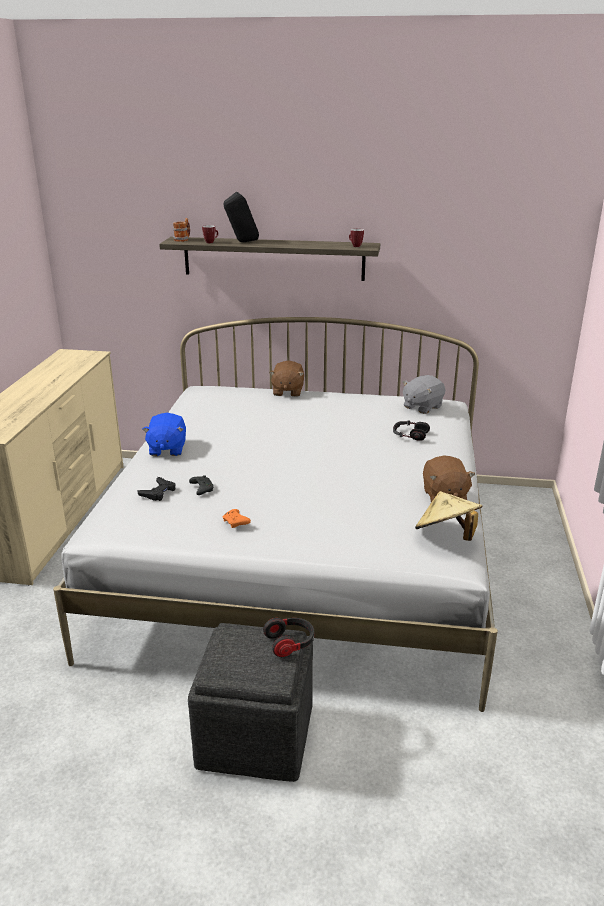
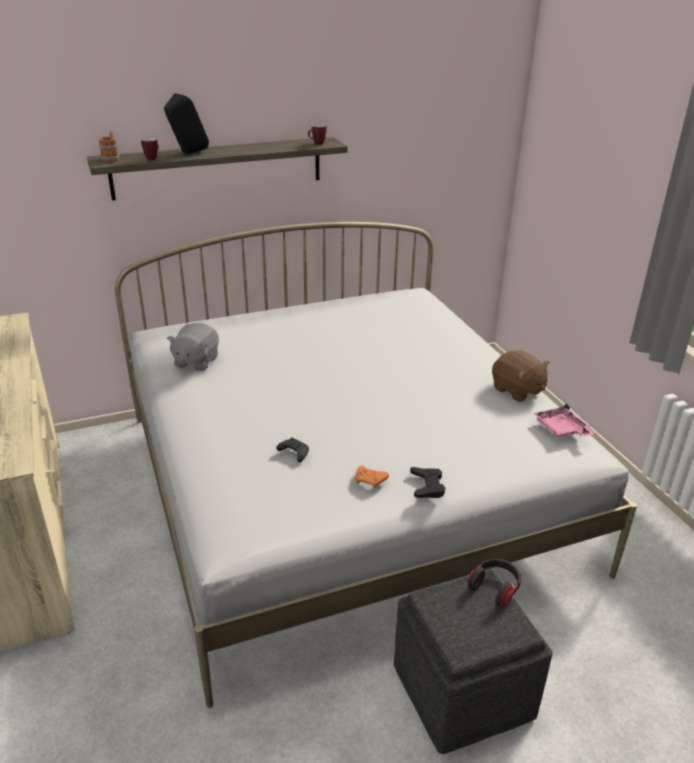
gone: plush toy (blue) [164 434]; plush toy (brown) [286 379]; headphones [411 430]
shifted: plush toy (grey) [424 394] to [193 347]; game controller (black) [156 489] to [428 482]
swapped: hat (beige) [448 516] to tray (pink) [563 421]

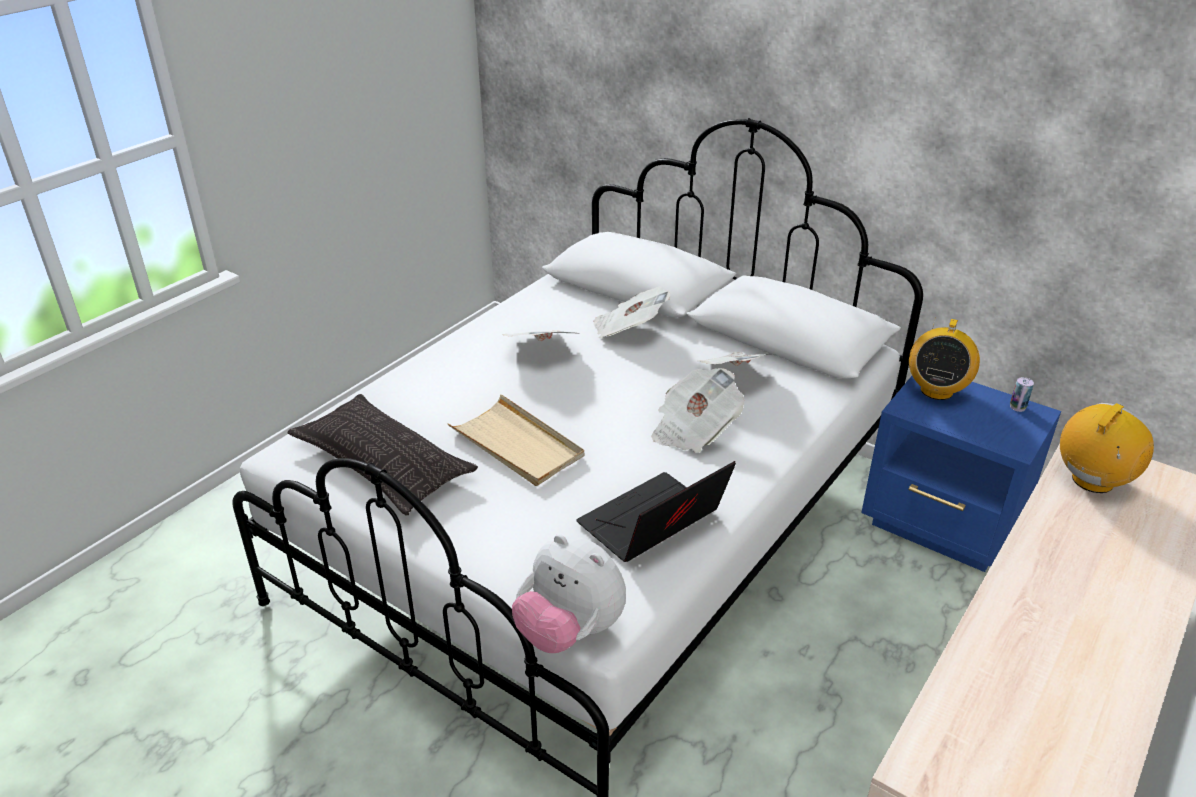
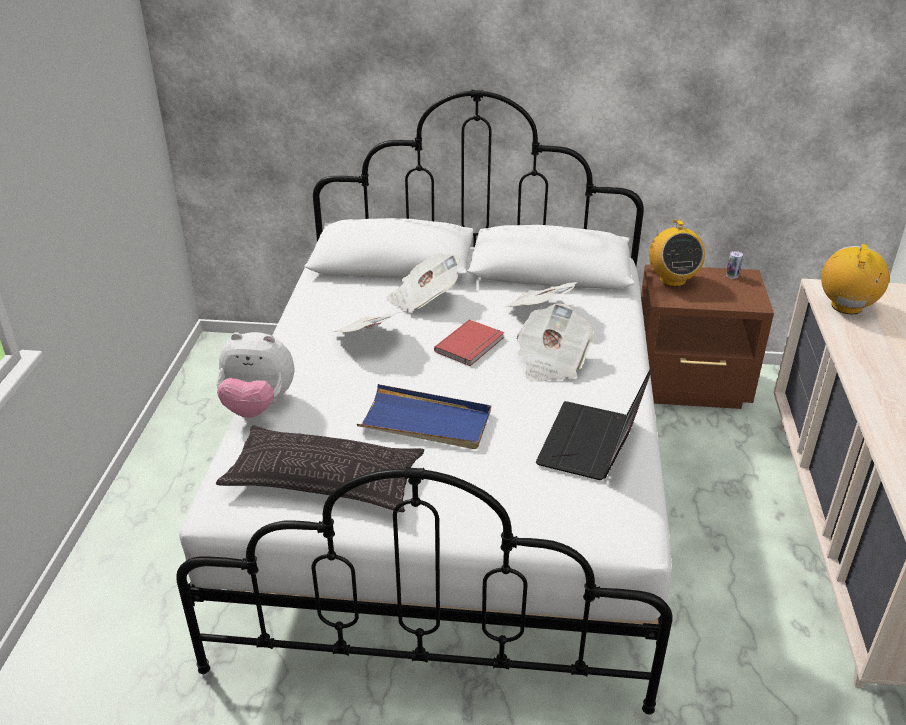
new: book (red) [469 342]
shifted: plush toy [569 593] to [255 375]
repainted: tray (beige) [515 440] to tray (blue) [424 416]; nightstand (blue) [961 474] to nightstand (brown) [707 336]

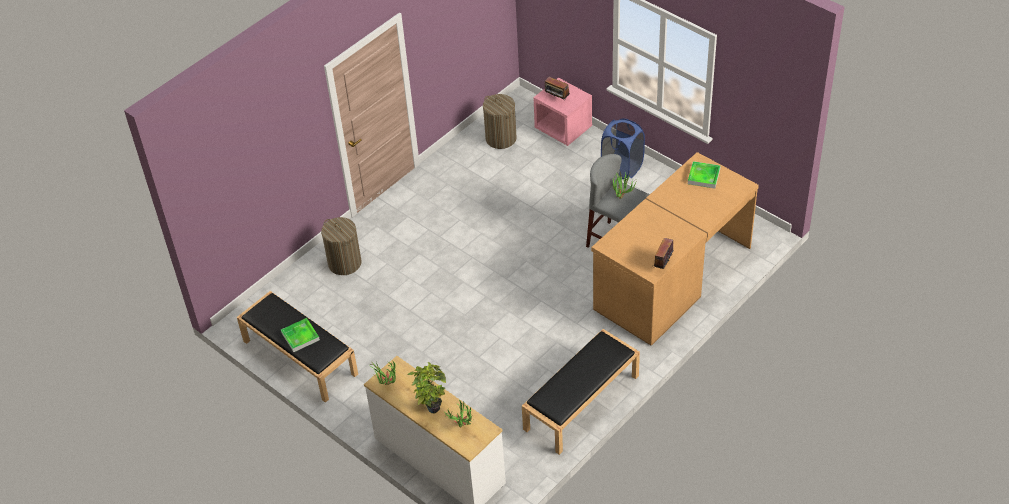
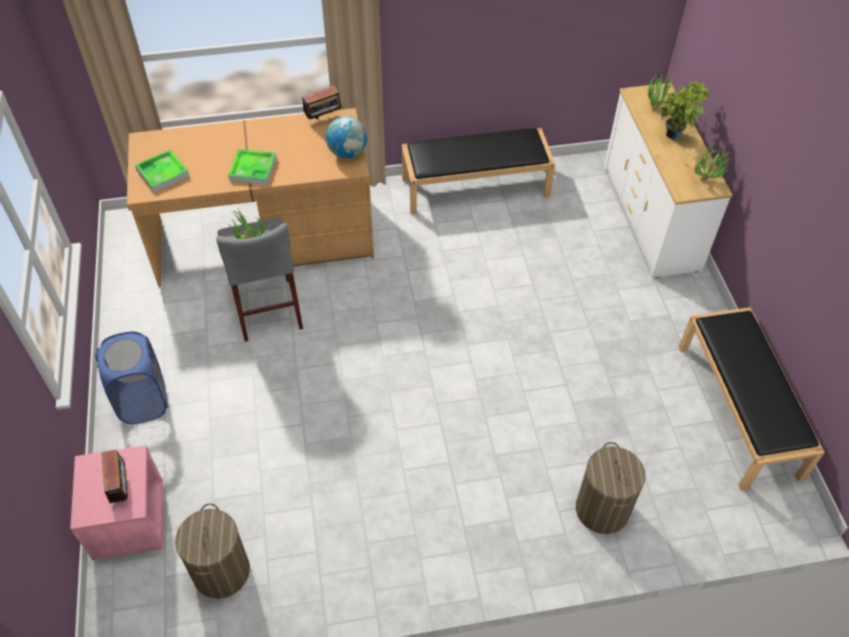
new: globe [346 137]
shifted: tray [300 335] to [252 167]

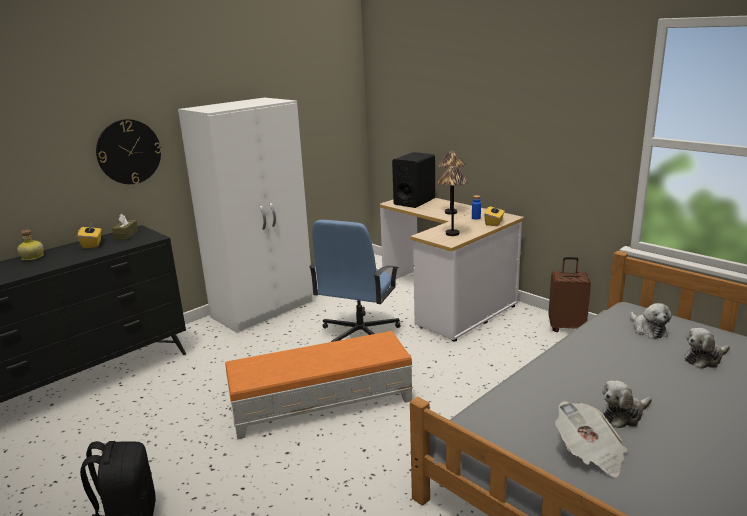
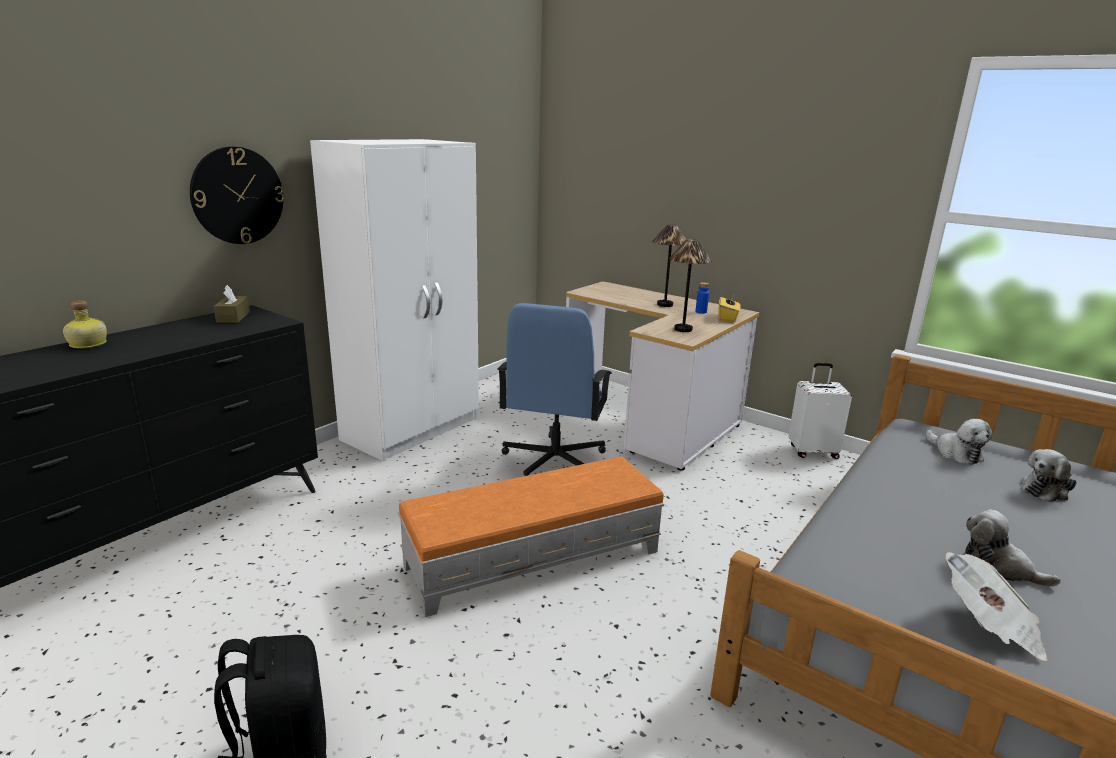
gone: tissue box (yellow) [89 235]; speaker (black) [413 180]
repainted: suitcase (brown) [569 294] to suitcase (white) [820 411]
rotated: plush toy [627 404] = [1012 548] 75 degrees clockwise

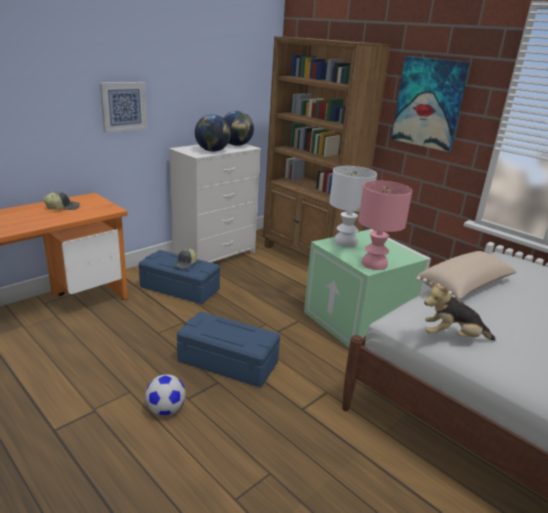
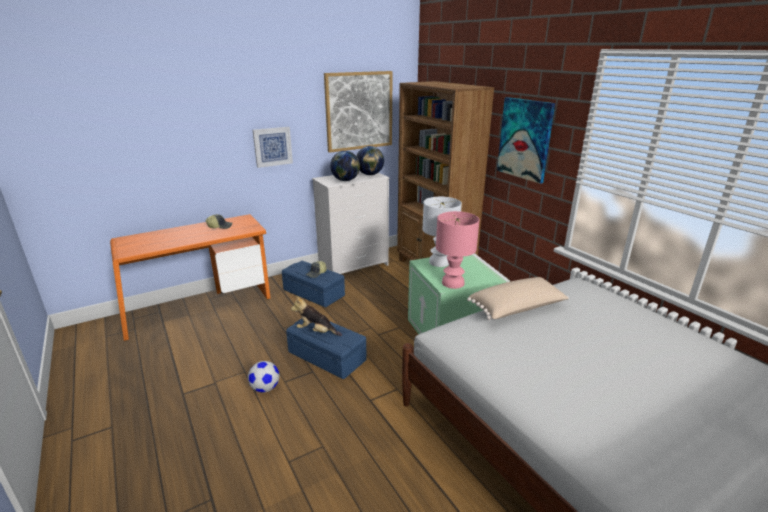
new: picture [358 112]
shifted: plush toy [460 311] to [316 316]

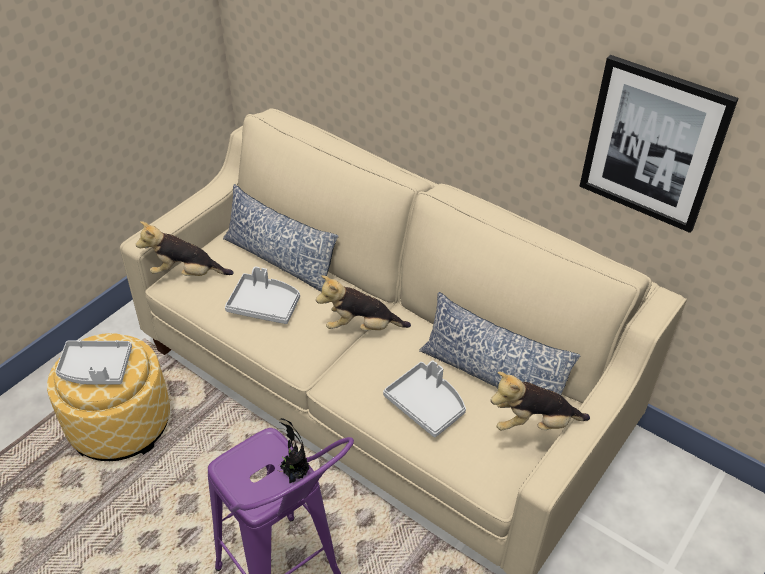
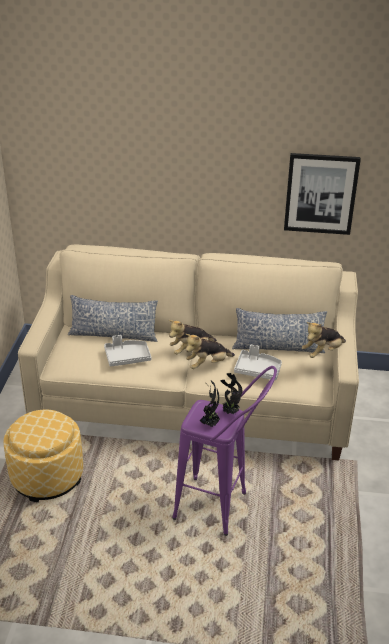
gone: tray (grey) [94 362]
new: potted plant [210 404]
shifted: plush toy [185 248] to [210 351]

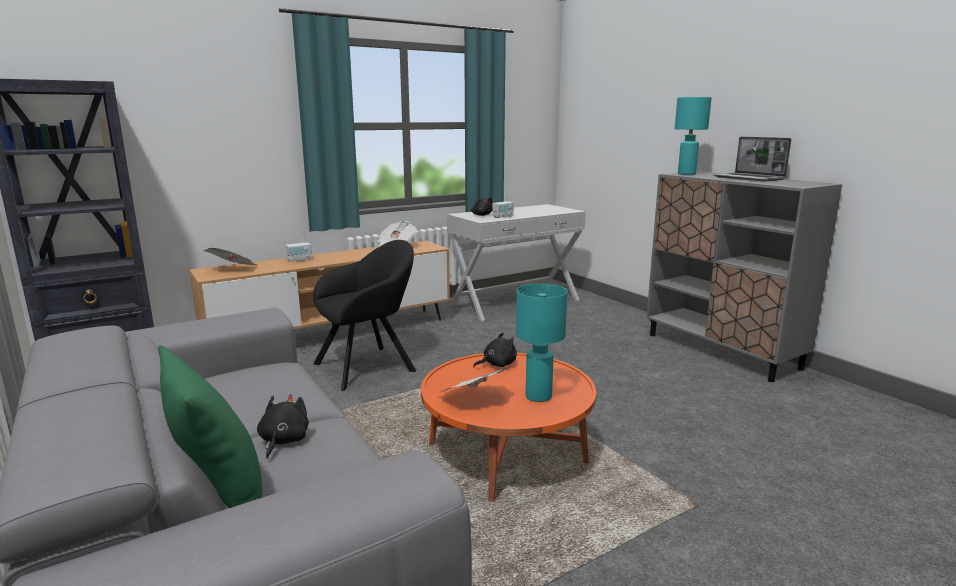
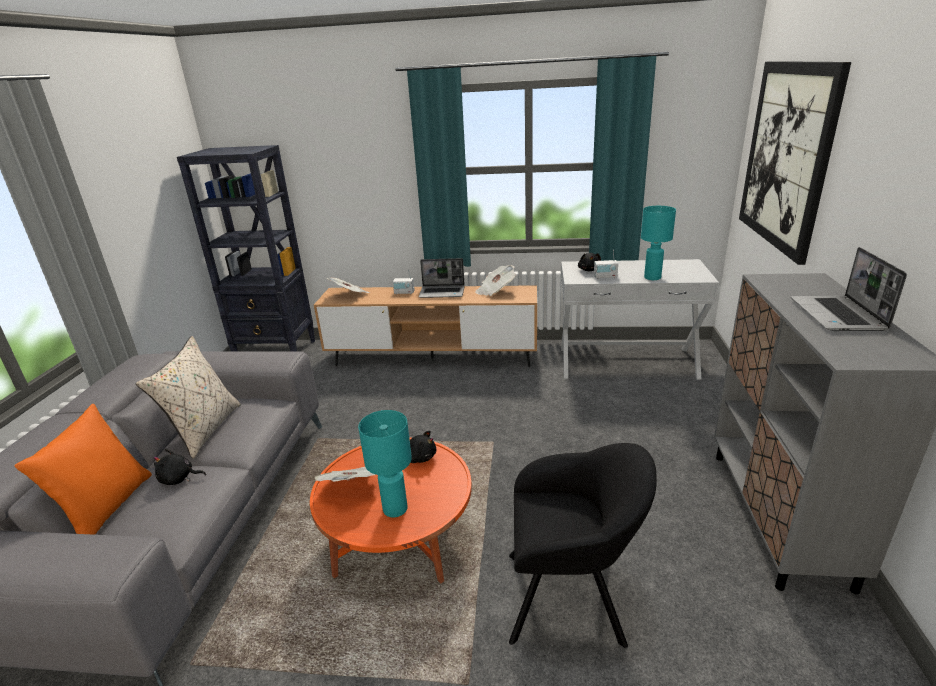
new: pillow (beige) [188 397]; laptop [442 278]; picture [795 163]
shifted: armchair (black) [364 315] to [583 545]; table lamp (turquoise) [693 136] to [658 243]
repainted: pillow (green) [210 426] to pillow (orange) [83 469]
rotated: plush toy (black) [283 426] = [180 467] 135 degrees counterclockwise

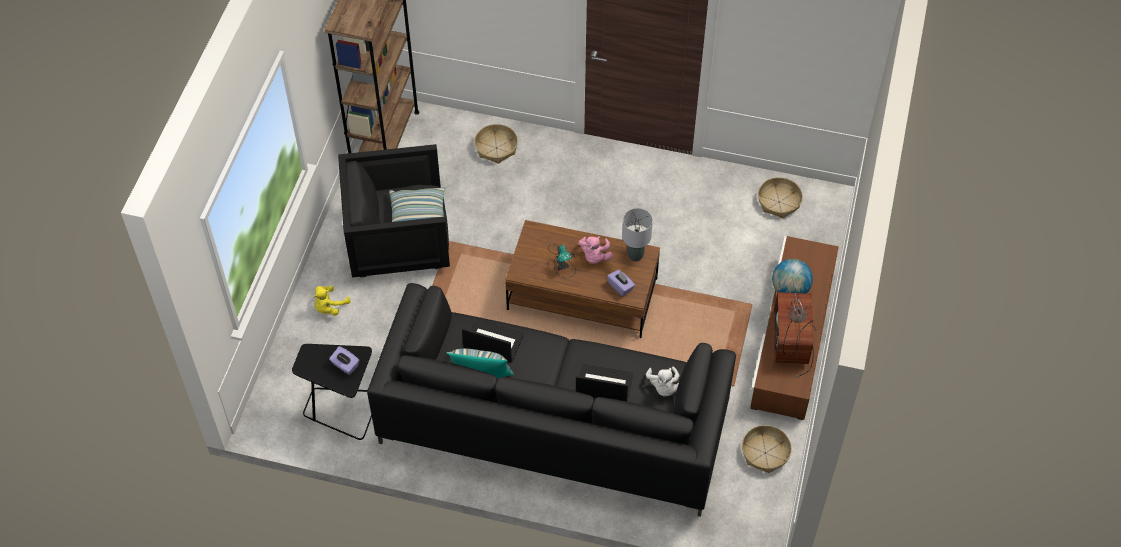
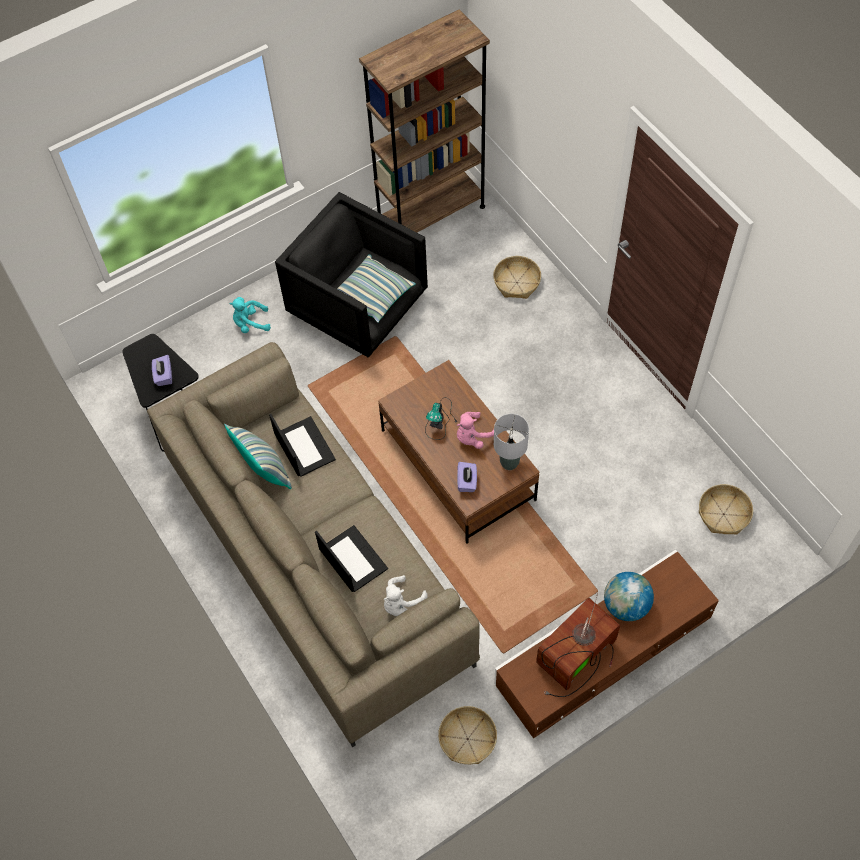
repainted: sofa (black) [551 400] to sofa (beige) [313 544]; plush toy (yellow) [332 301] to plush toy (turquoise) [250 315]

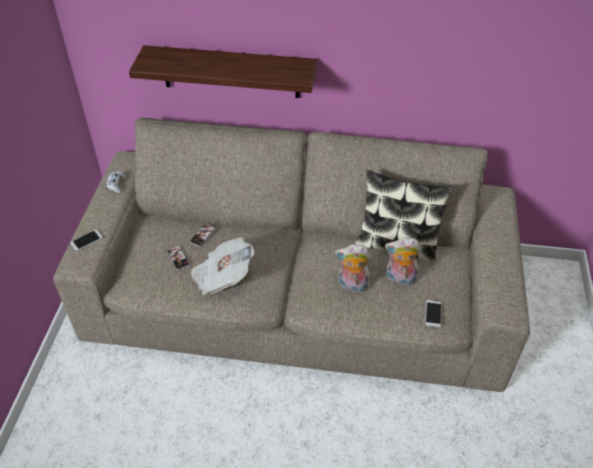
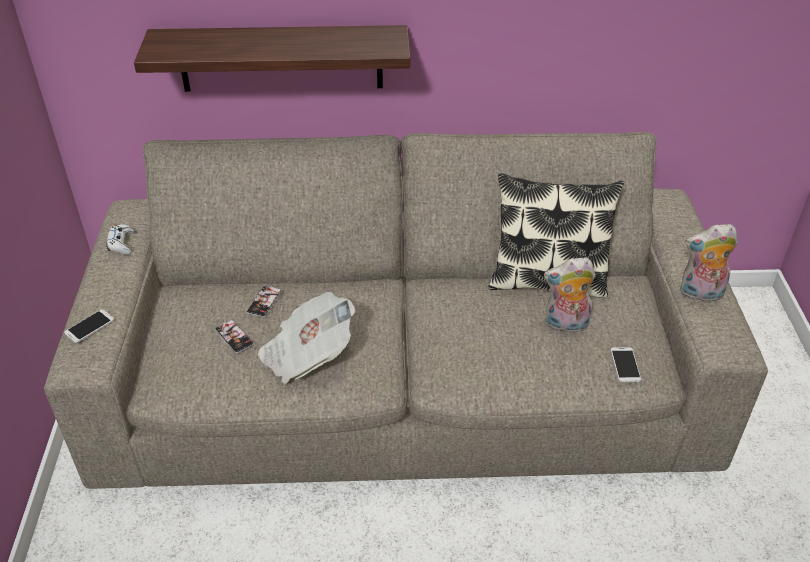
shifted: plush toy [353 268] to [709 262]

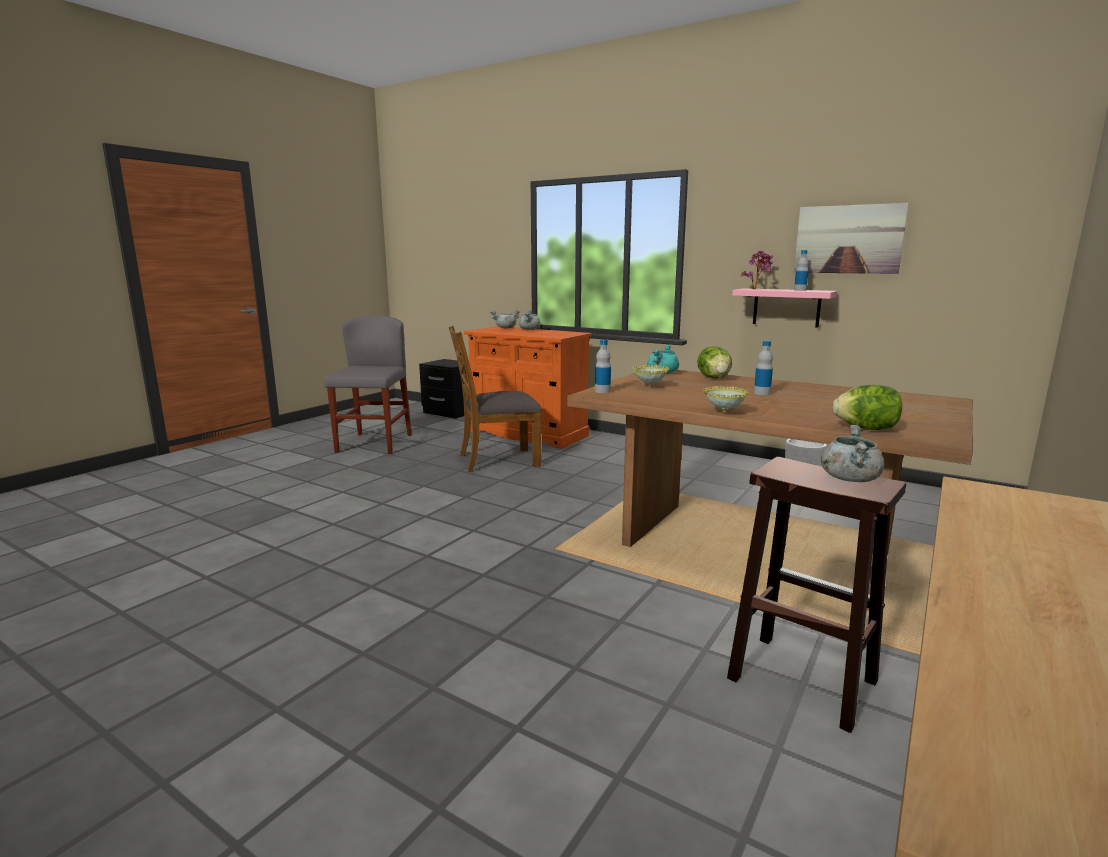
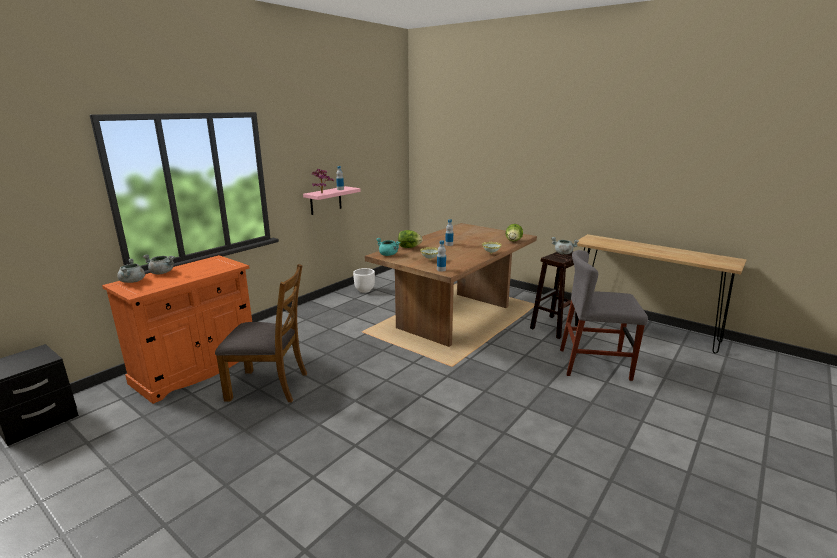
gone: picture [851 238]
shifted: chair (grey) [368 385] to [604 315]
rotated: chair (brown) [495 399] = [261 333] 75 degrees counterclockwise

